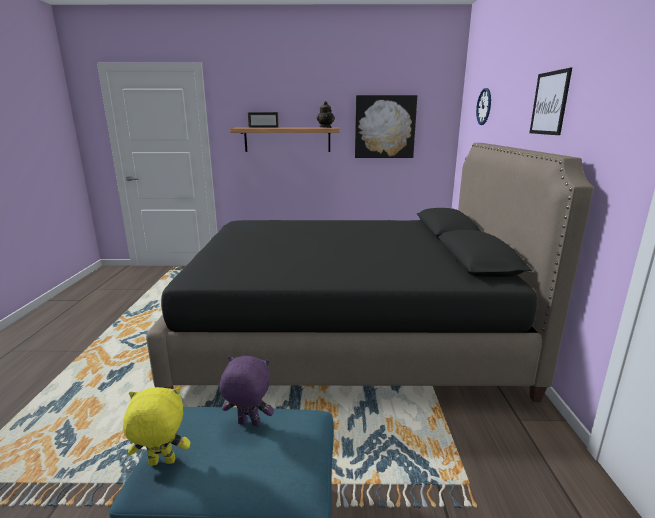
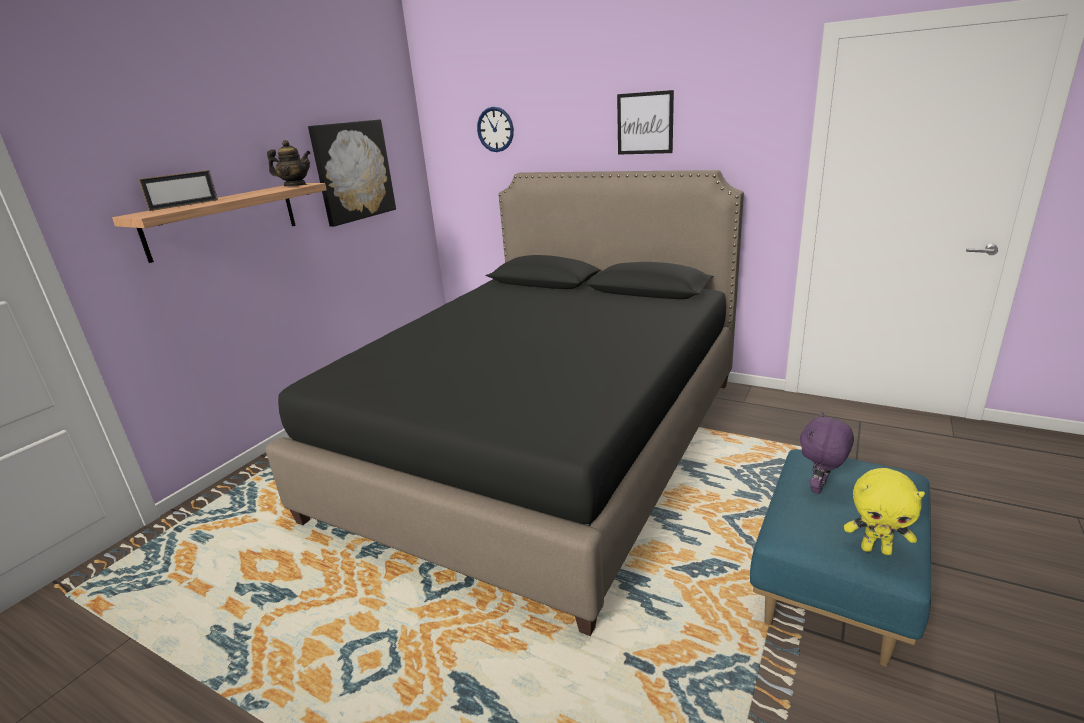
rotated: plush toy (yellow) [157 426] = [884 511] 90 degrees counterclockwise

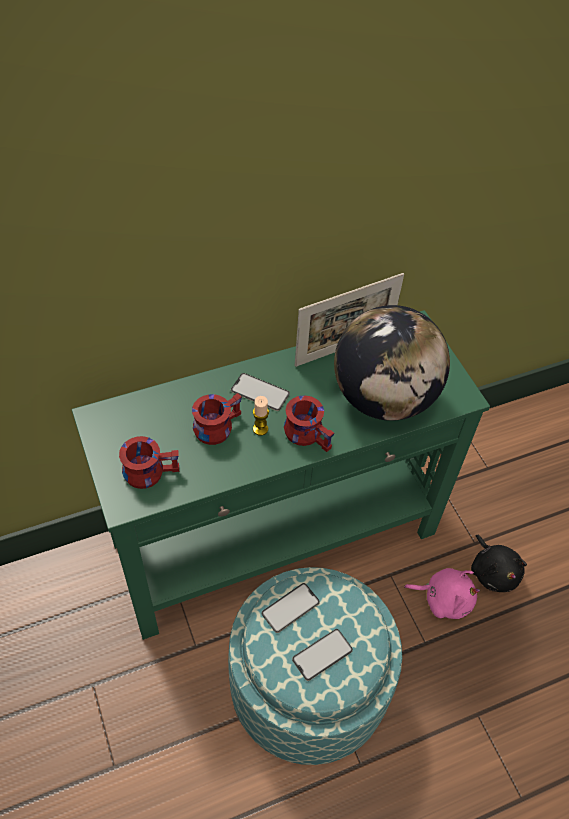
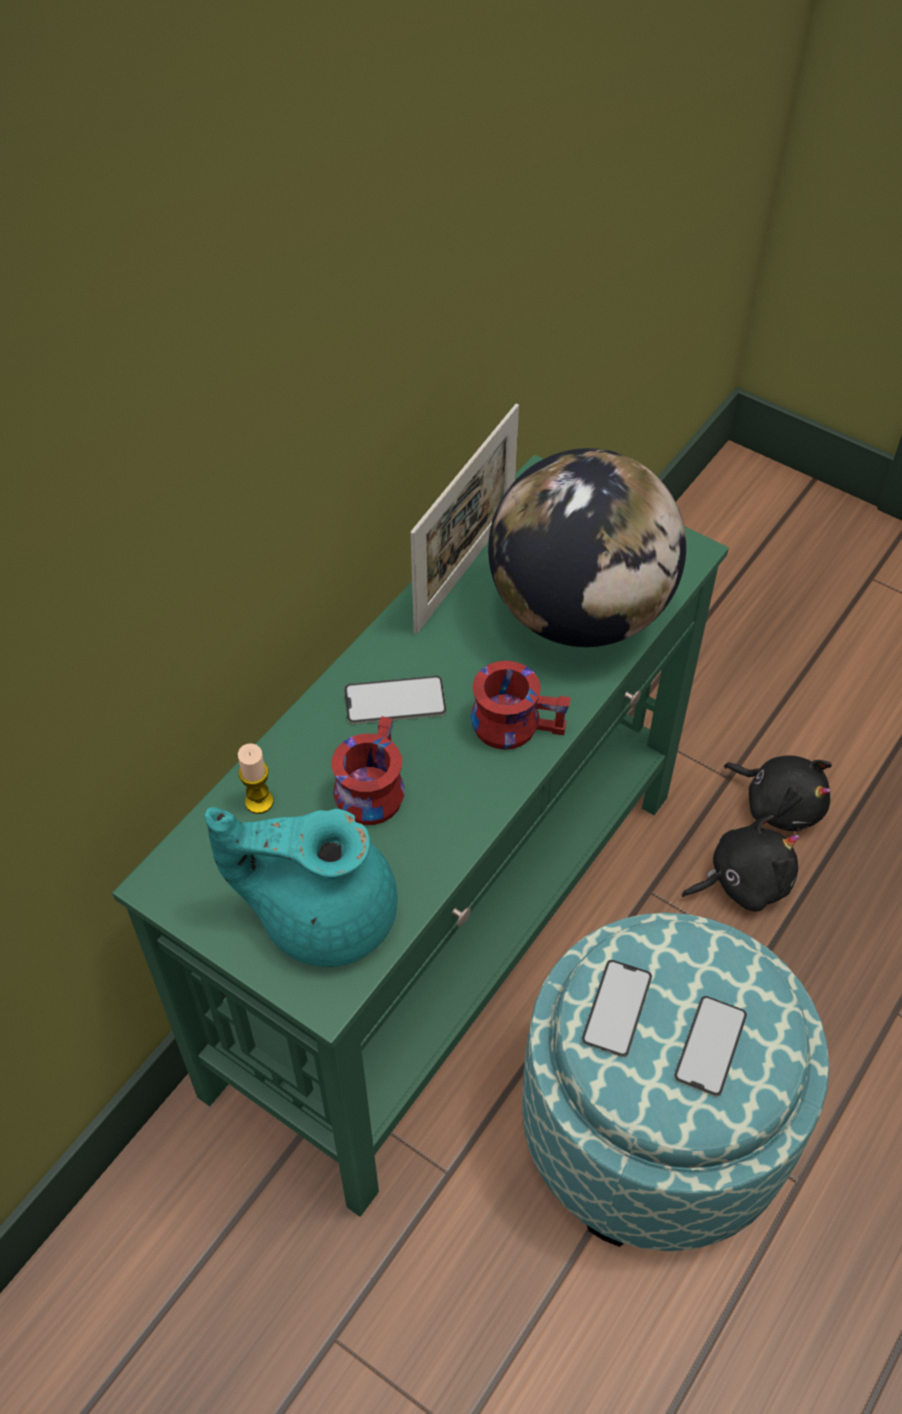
shifted: candle [261 416] to [256 778]
swapped: mug (red) [149 462] to teapot (turquoise) [301 887]
repainted: plush toy (pink) [442 593] to plush toy (black) [740 863]

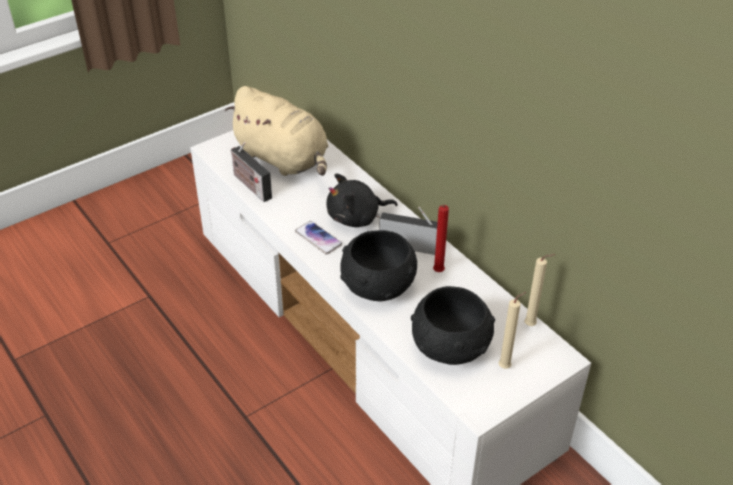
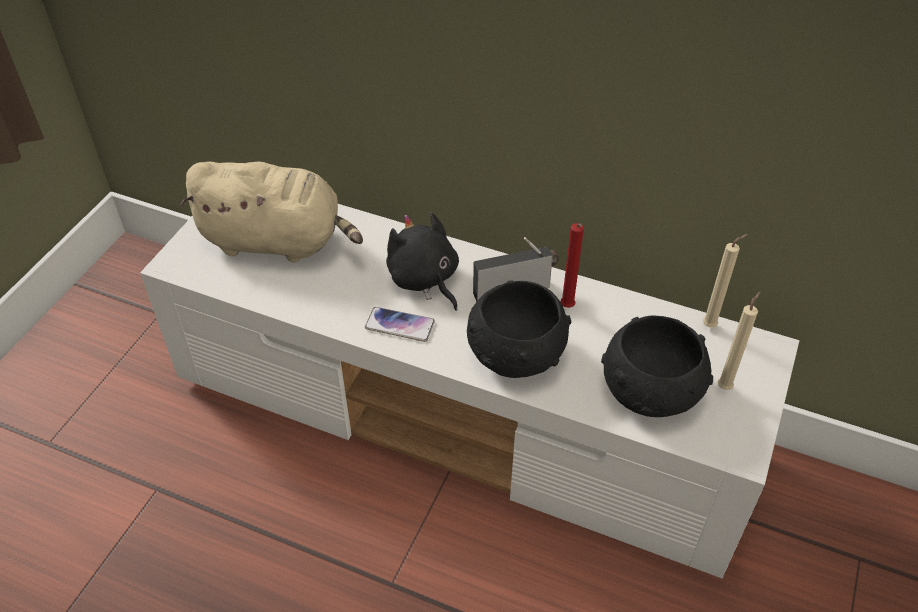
gone: radio [251 172]
rotated: plush toy (black) [362 200] = [422 262] 105 degrees clockwise

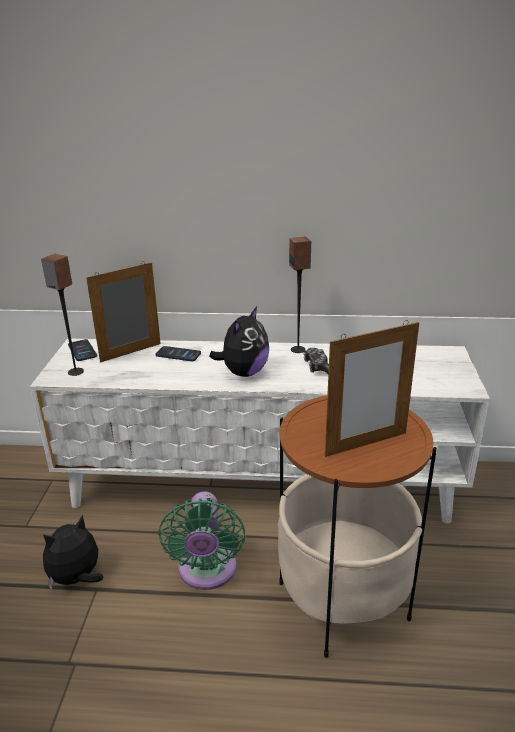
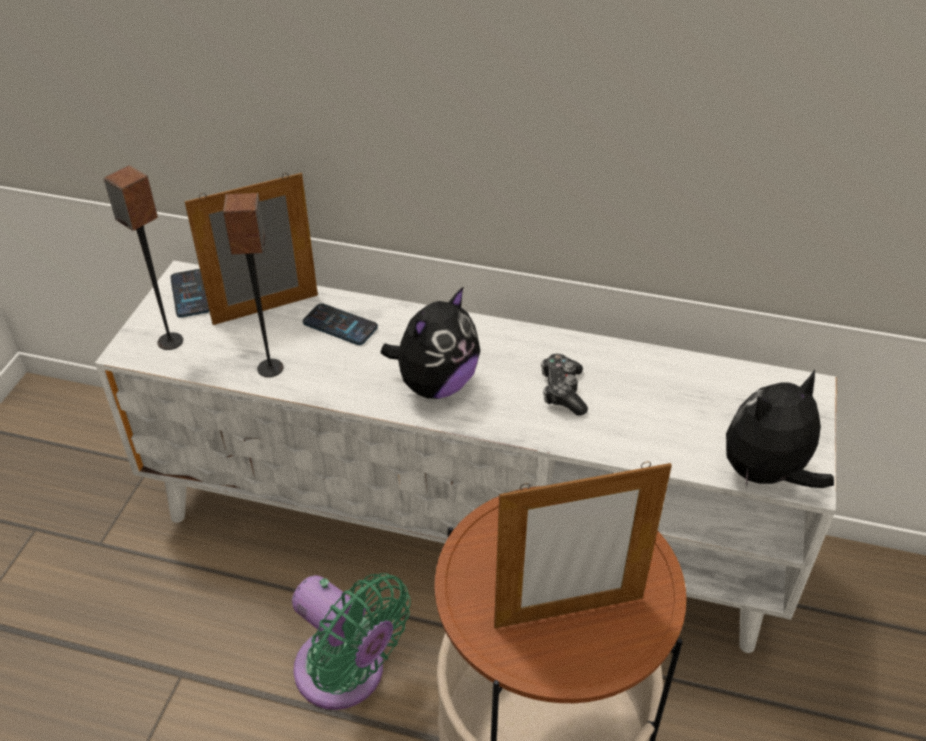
shifted: speaker [300 295] to [253 285]; plush toy [73 553] to [780 429]
rotated: fan (green) [201 540] = [351 641] 60 degrees counterclockwise

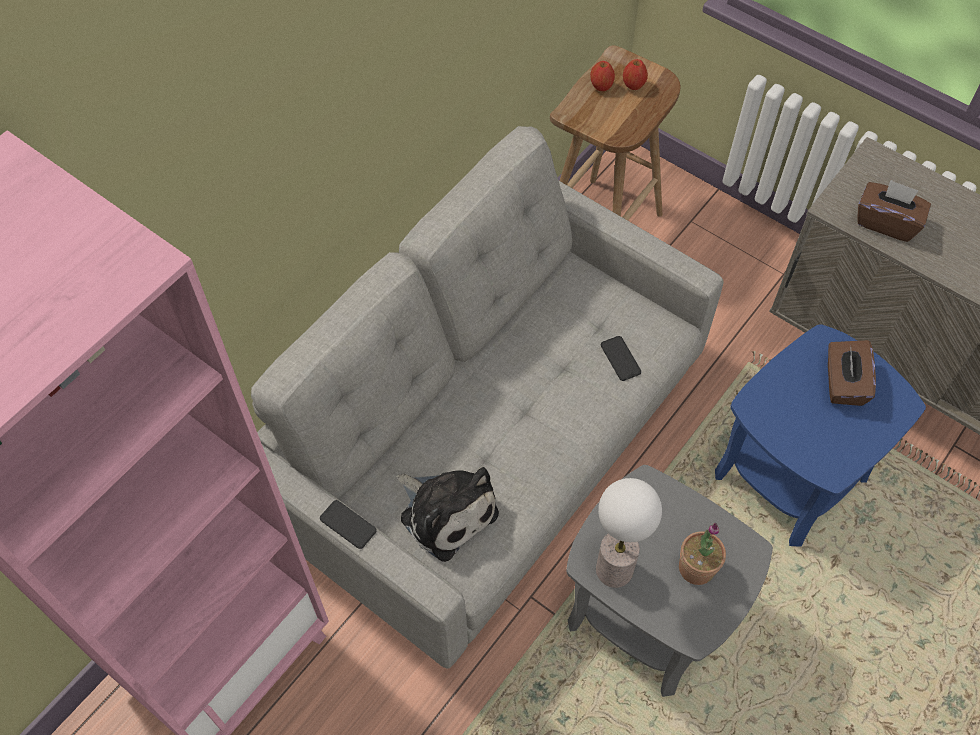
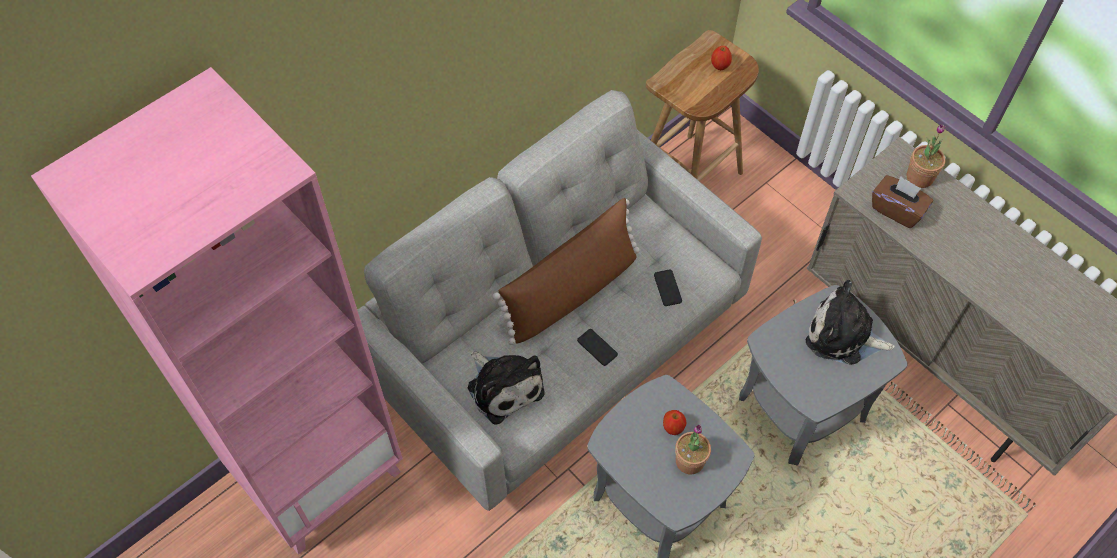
gone: table lamp [629 533]
new: pillow (brown) [566 271]; potted plant [925 156]
shifted: phone [348 524] to [597 347]; apple [602 76] to [675 422]
swapped: tissue box (brown) [852 373] to plush toy [850 322]
repainted: side table (blue) [820 435] to side table (grey) [823 375]

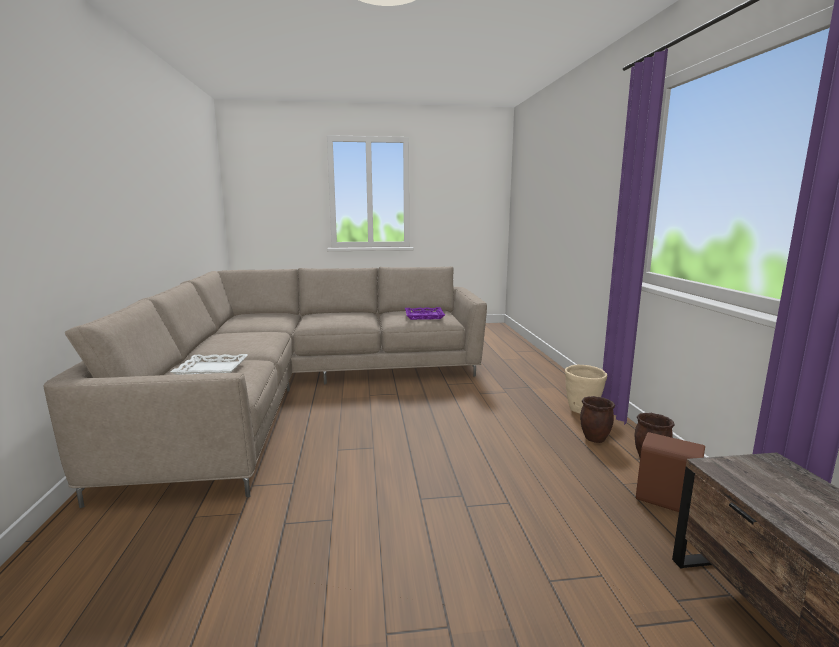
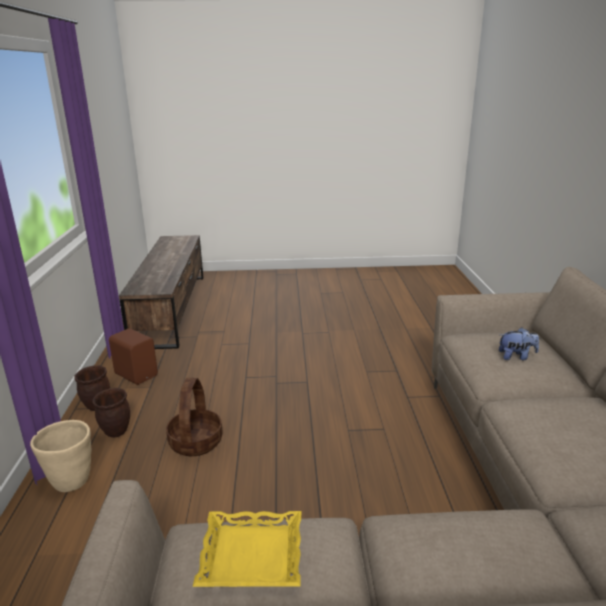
new: basket [194 417]
swapped: tray (white) [209 364] to plush toy [519 344]
repainted: tray (purple) [425 313] to tray (yellow) [247 549]

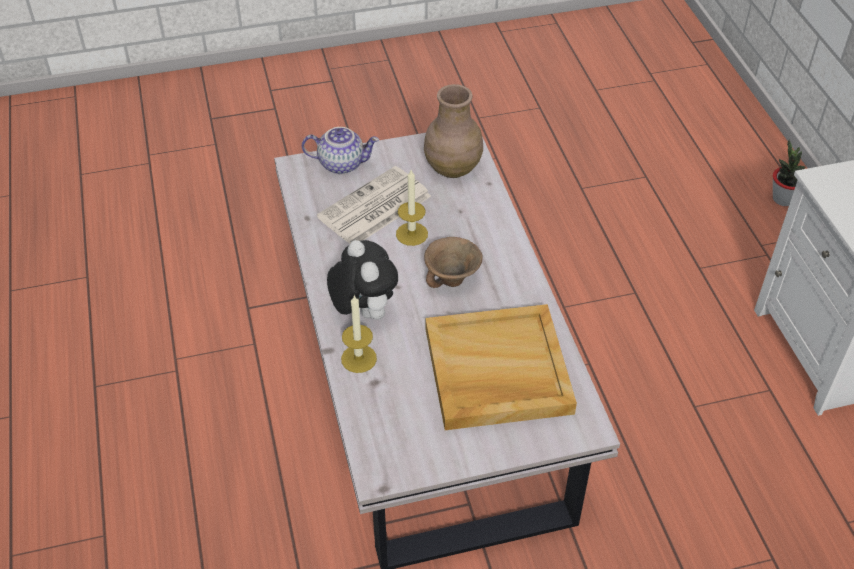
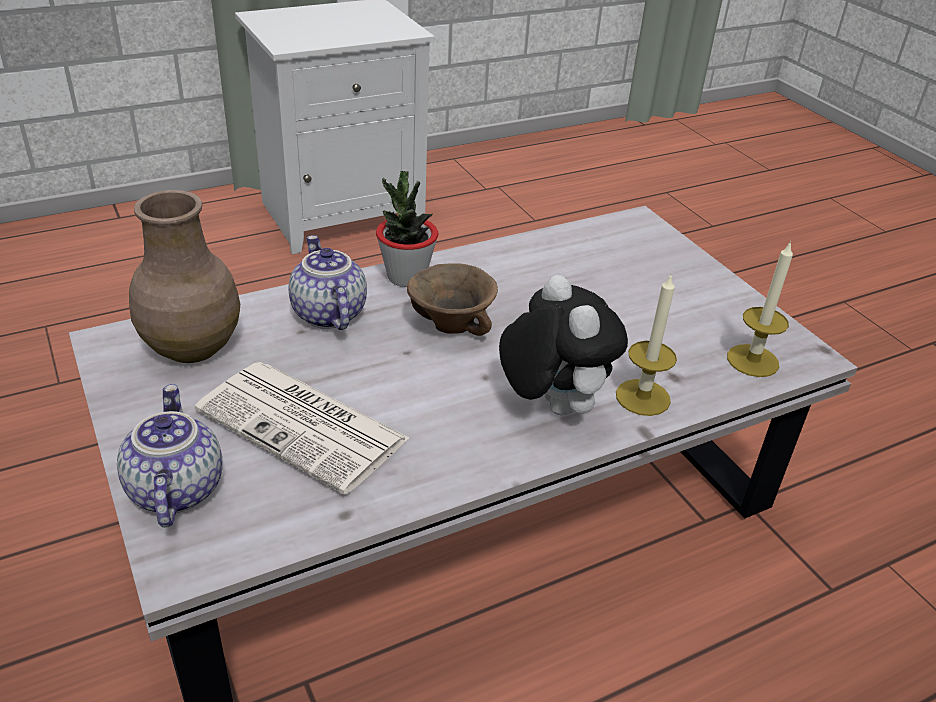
gone: tray (beige) [501 367]
new: teapot [328 282]
shifted: potted plant [789 173] to [407 229]; candle [412 208] to [760 309]
rotated: plush toy [362 280] = [563 345] 105 degrees clockwise

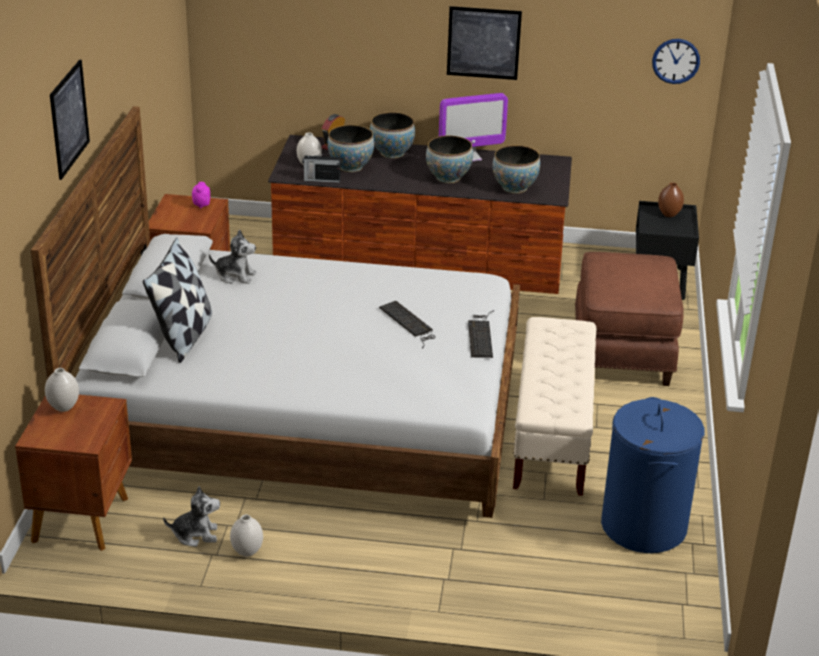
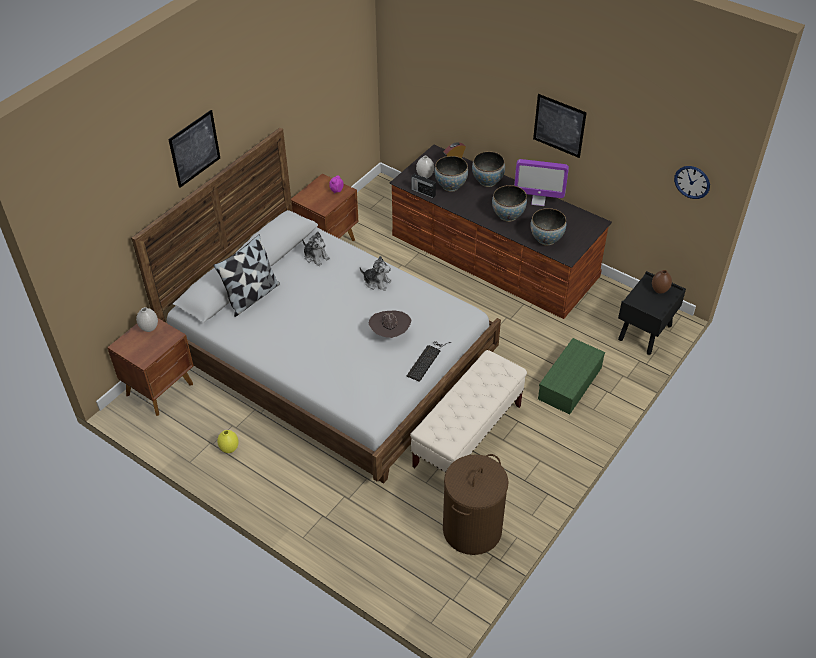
shifted: plush toy [191 516] to [376 273]
swapped: keyboard [407 325] to hat (brown) [389 324]; ottoman (brown) [629 319] to storage box (green) [571 376]
repainted: vase (white) [246 536] to vase (yellow) [228 441]; laundry basket (blue) [653 475] to laundry basket (brown) [476 504]

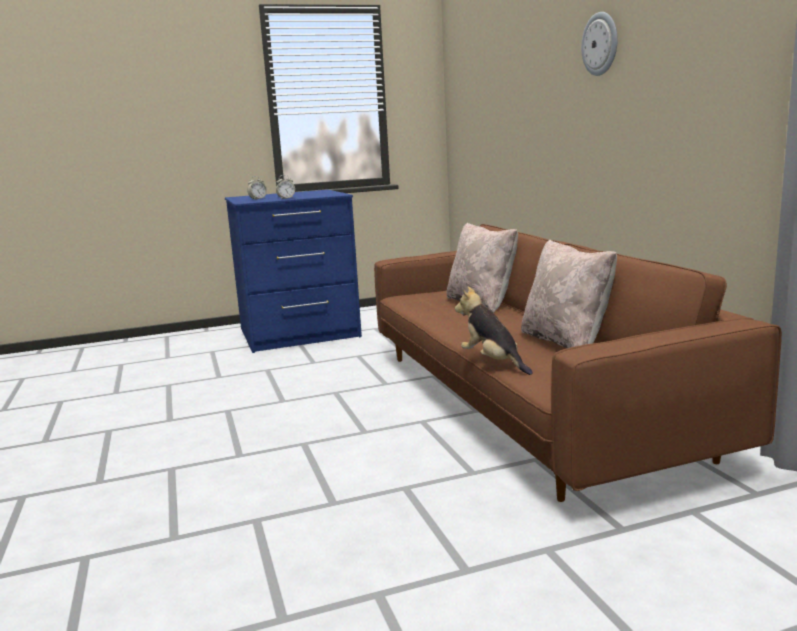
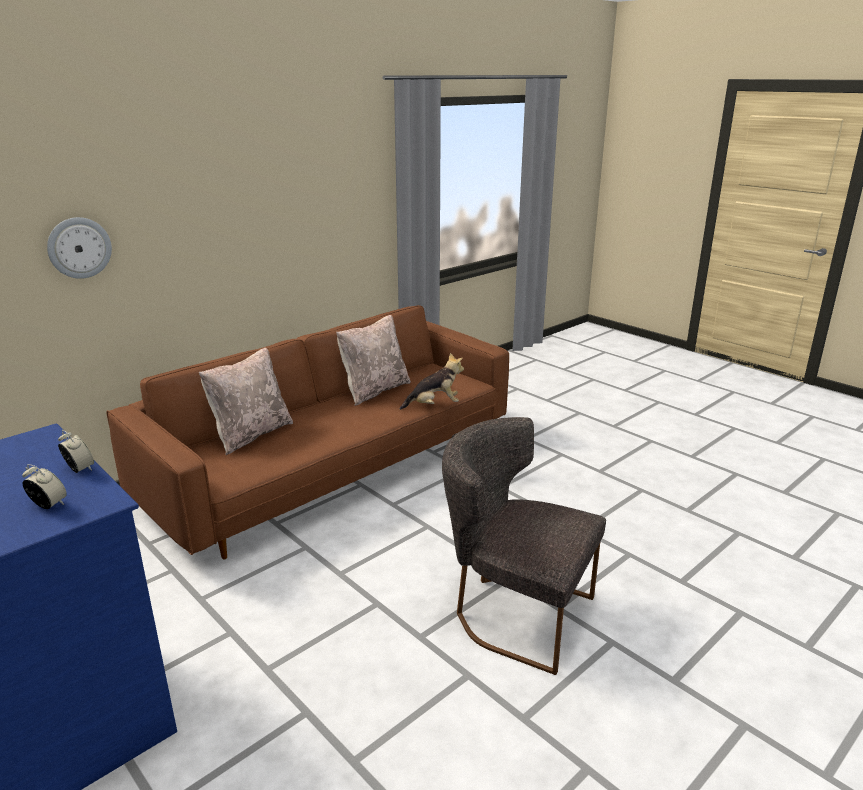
new: chair (grey) [524 546]
shifted: wall clock [599 44] to [79 248]
rotated: plush toy [494 330] = [432 381] 135 degrees counterclockwise

